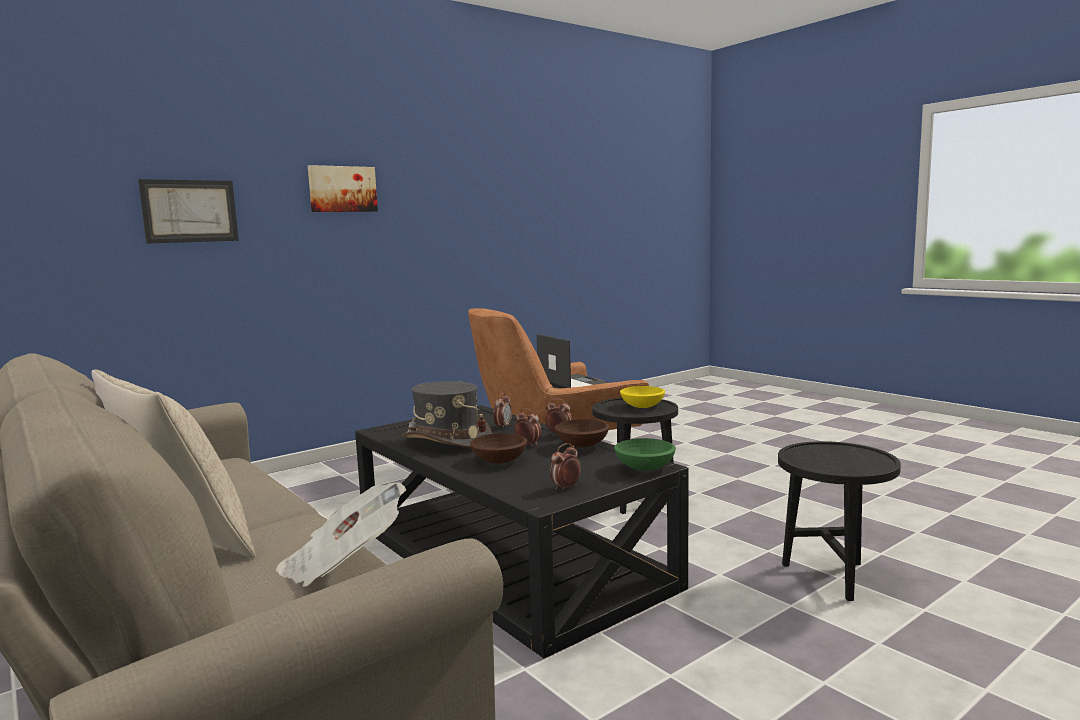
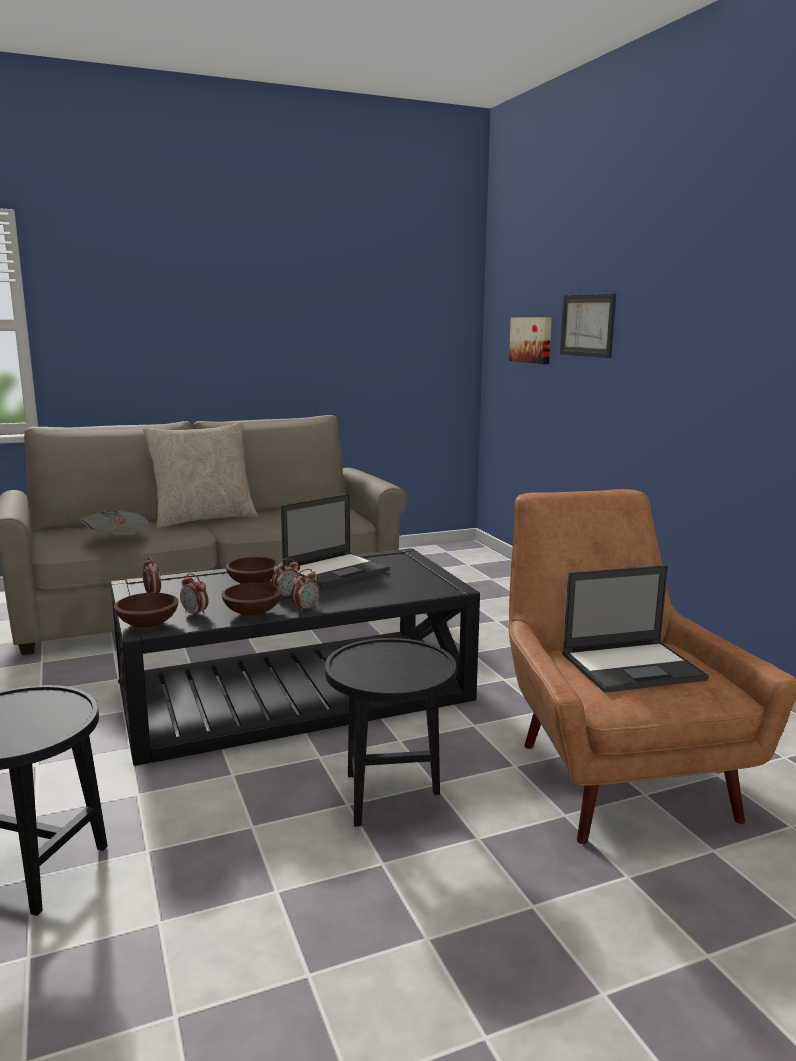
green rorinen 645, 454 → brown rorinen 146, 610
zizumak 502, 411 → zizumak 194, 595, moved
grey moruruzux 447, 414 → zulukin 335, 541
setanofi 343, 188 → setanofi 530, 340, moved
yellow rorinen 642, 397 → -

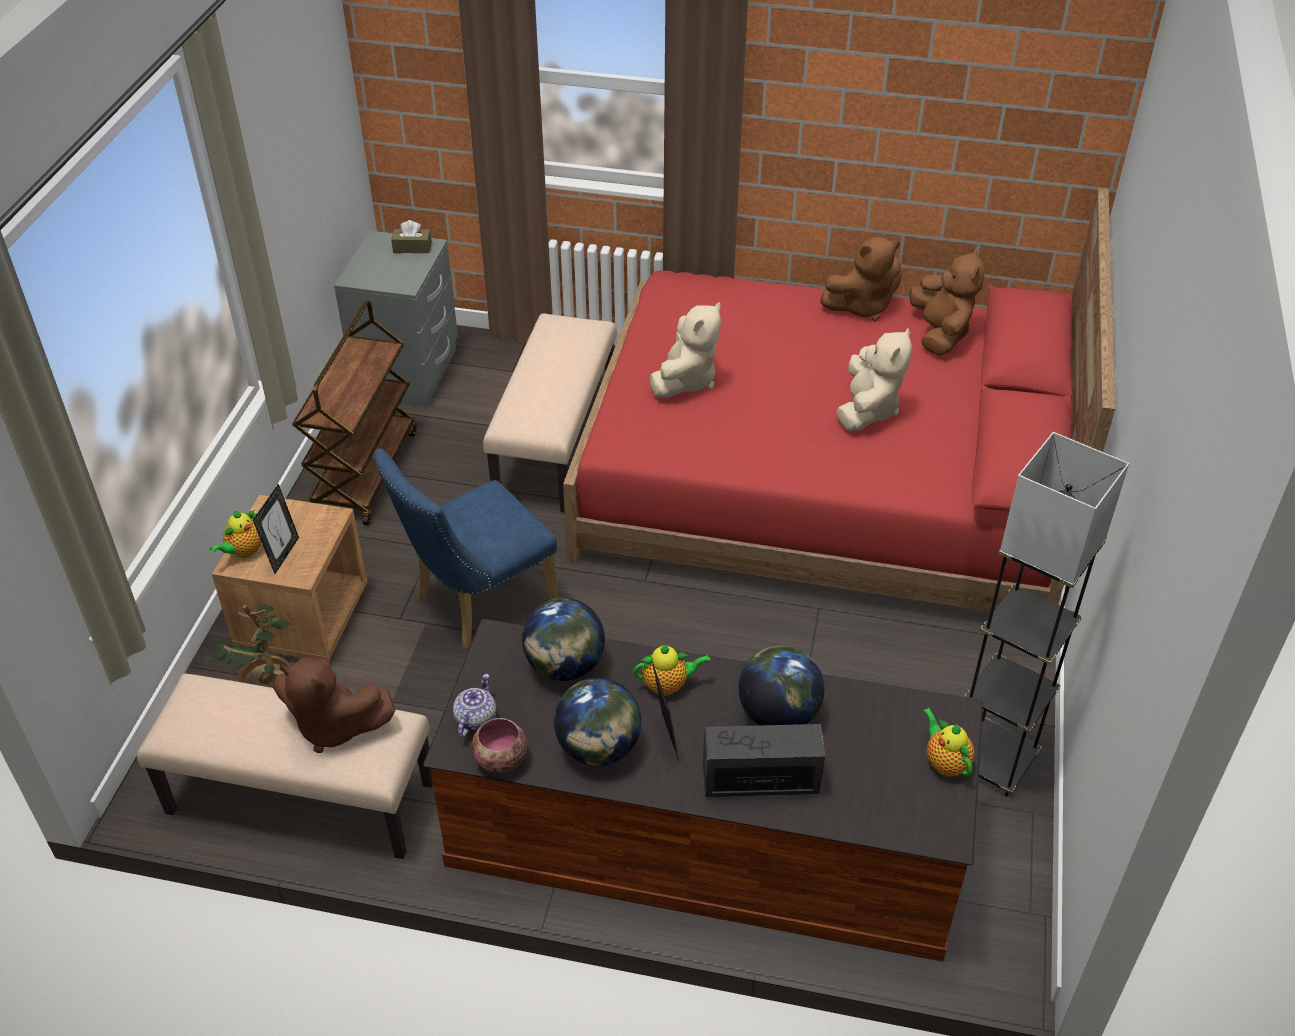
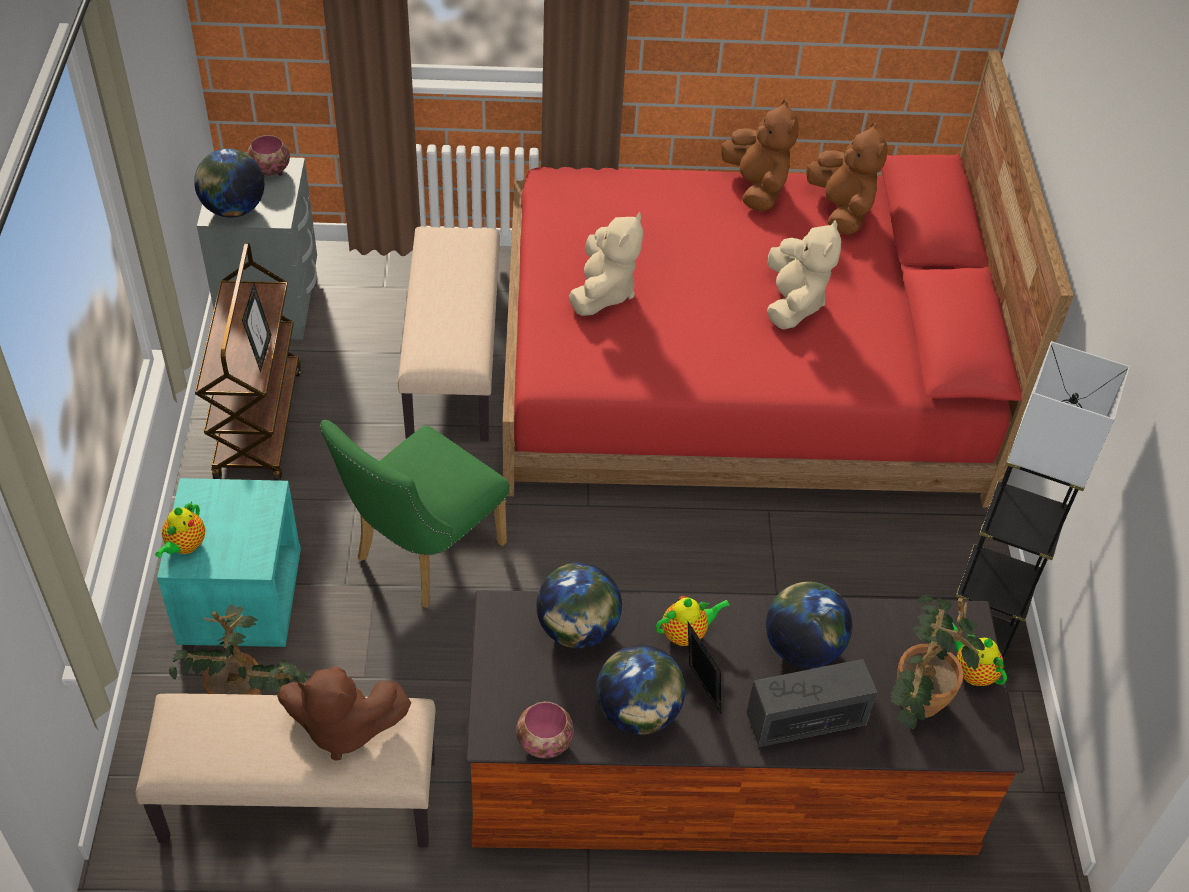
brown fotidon 290, 578 → turquoise fotidon 229, 562
- → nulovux 229, 183
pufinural 276, 529 → pufinural 256, 327, moved
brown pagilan 411, 236 → rorinen 268, 155
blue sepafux 466, 548 → green sepafux 414, 514
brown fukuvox 861, 279 → brown fukuvox 760, 156, 75 degrees counterclockwise
- → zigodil 937, 662
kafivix 474, 705 → -

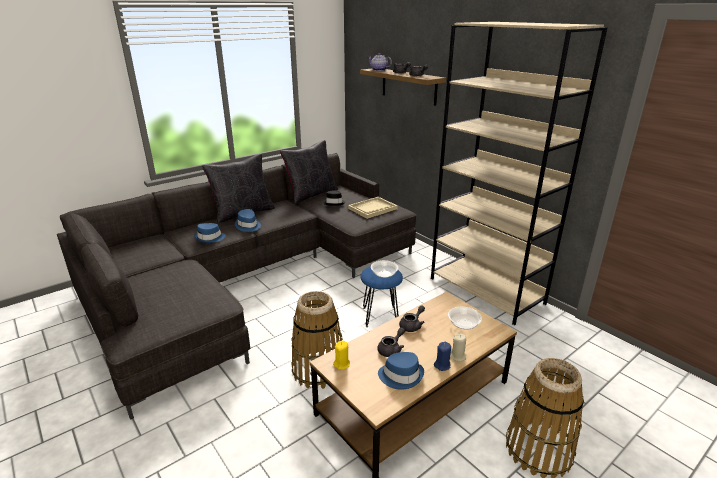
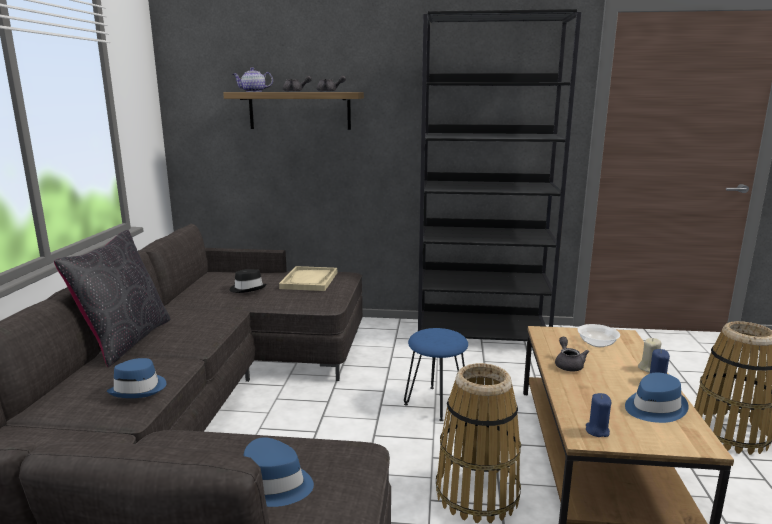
blue moruruzux 248, 220 → blue moruruzux 278, 472, moved
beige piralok 519, 173 → black piralok 499, 175
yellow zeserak 341, 355 → blue zeserak 598, 415
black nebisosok 309, 172 → -
rorinen 384, 269 → -
grey kafivix 391, 342 → -

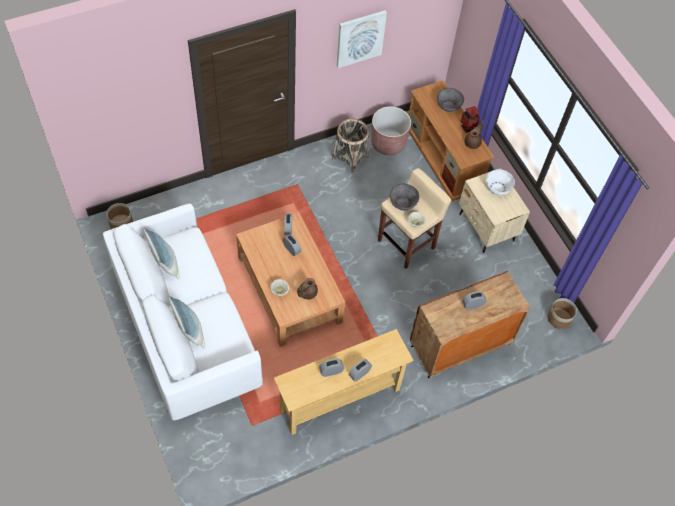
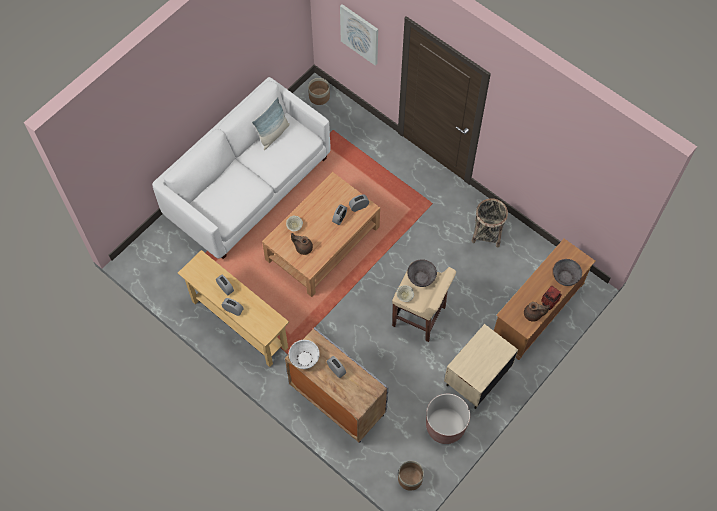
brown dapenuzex 470, 324 → grey dapenuzex 337, 385
white rorinen 500, 182 → white rorinen 304, 354, moved
setanofi 362, 39 → setanofi 359, 35, moved
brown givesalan 391, 130 → brown givesalan 448, 419, moved
nebisosok 187, 321 → -

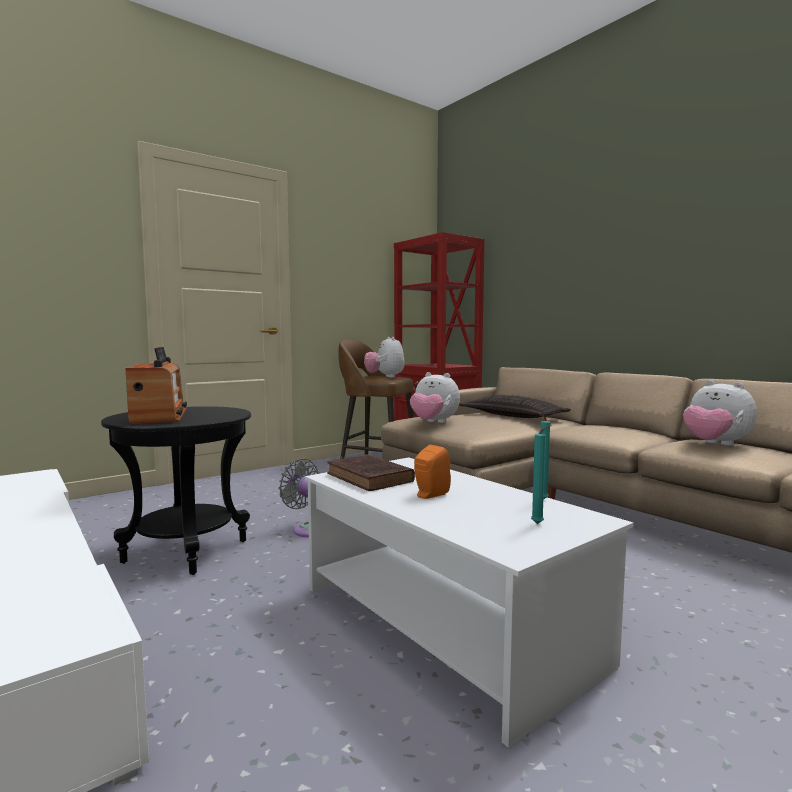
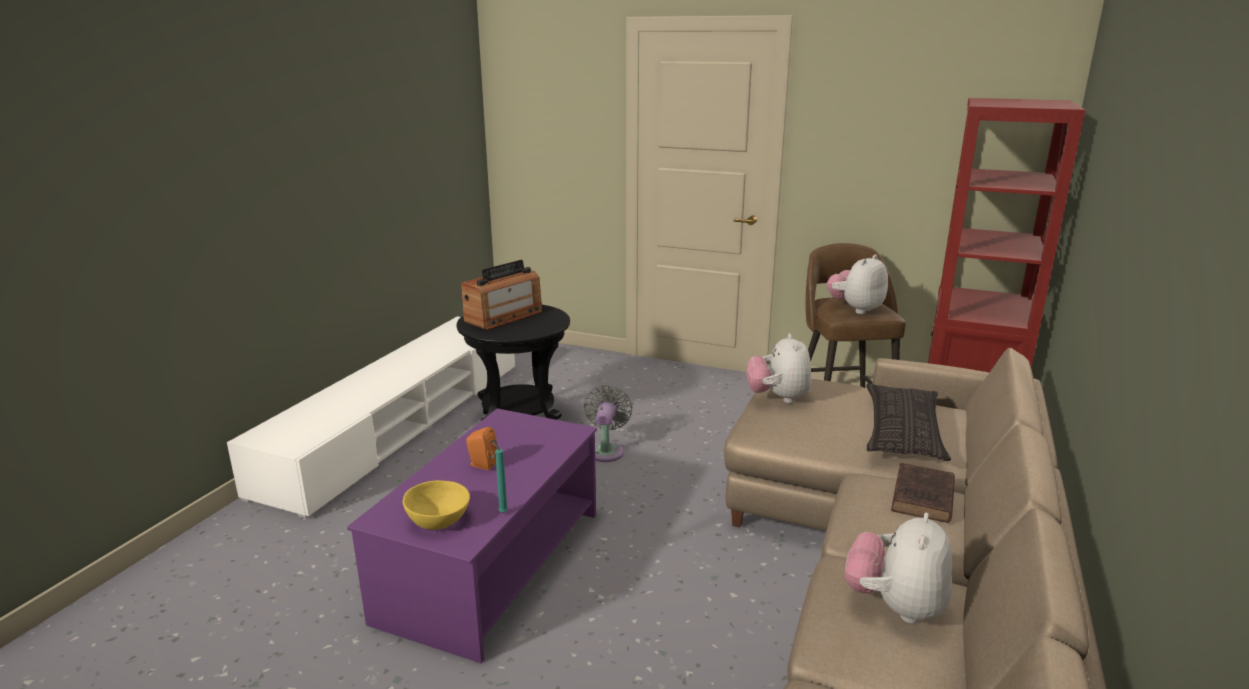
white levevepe 469, 602 → purple levevepe 472, 535
turquoise zeserak 541, 474 → yellow rorinen 436, 505
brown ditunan 371, 473 → brown ditunan 923, 493, moved

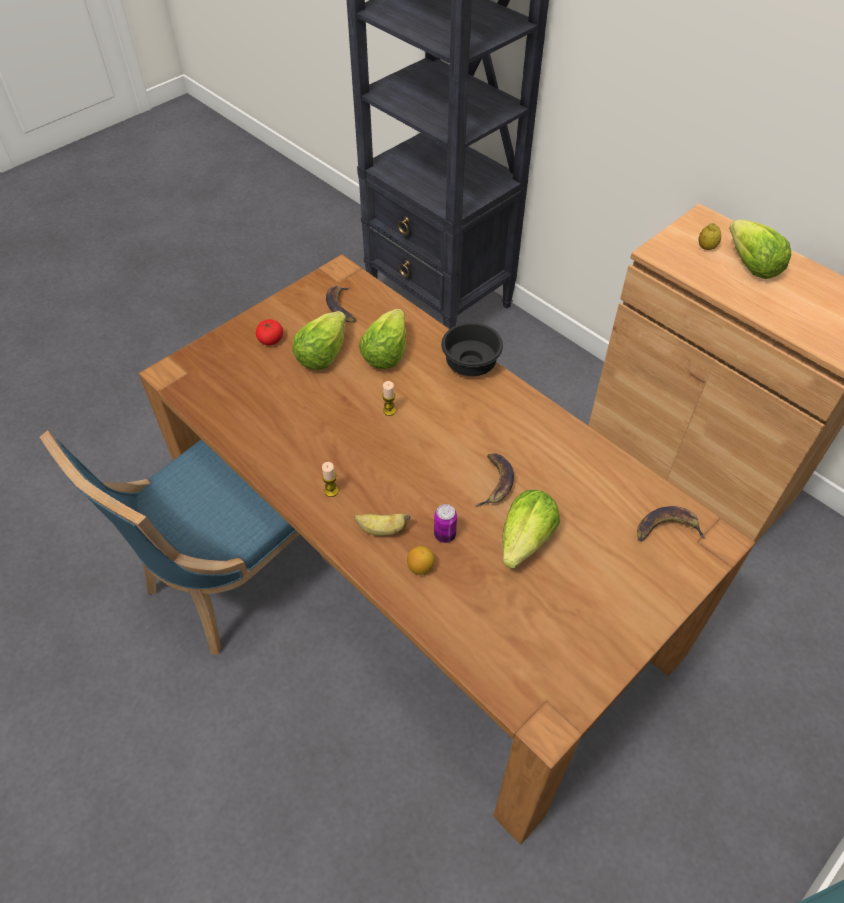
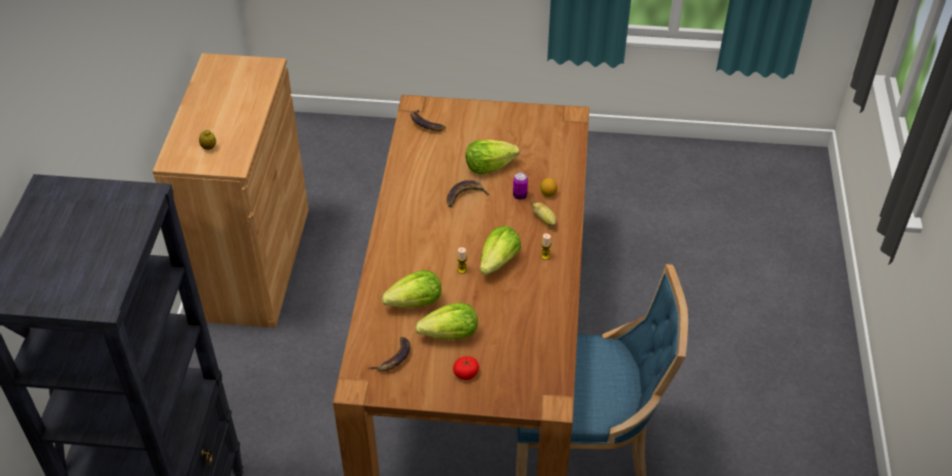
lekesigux 760, 249 → lekesigux 500, 250, moved
black rorinen 472, 349 → -

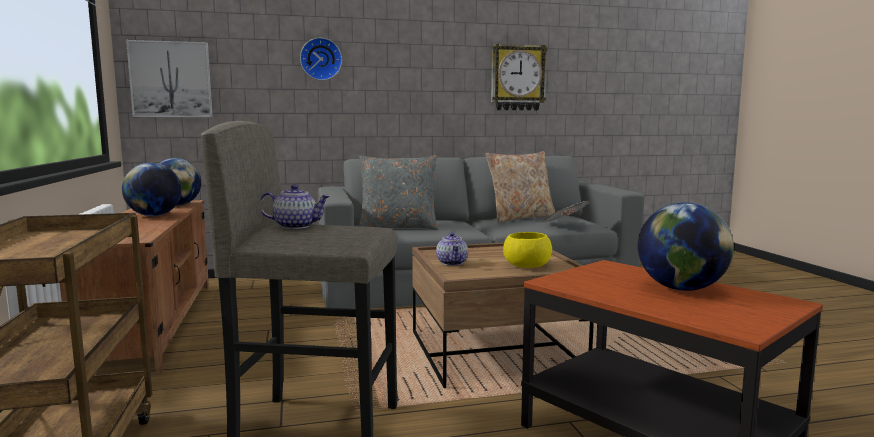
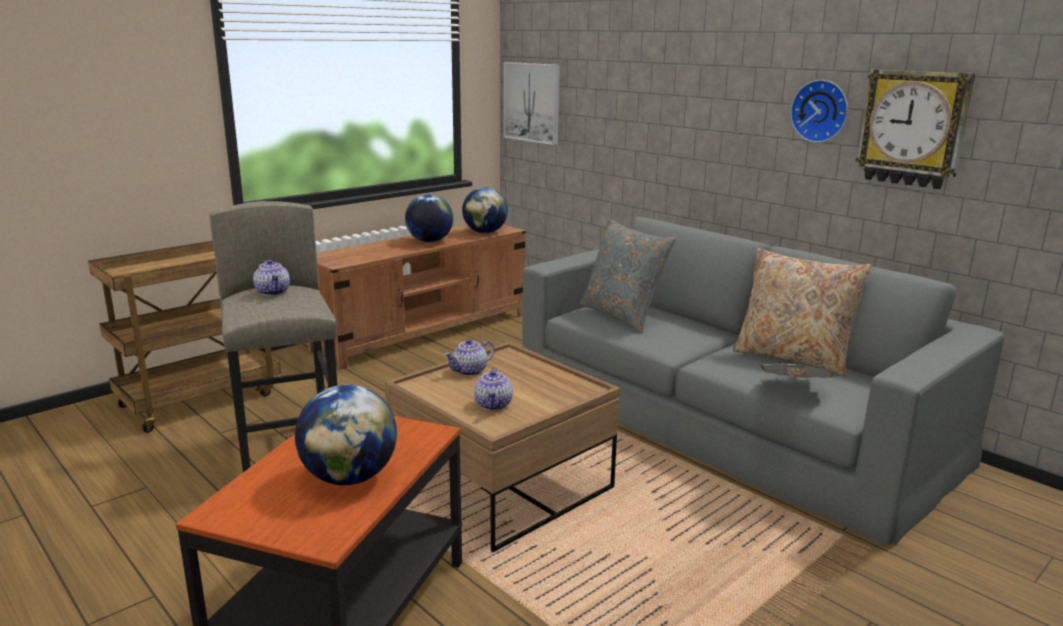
yellow rorinen 527, 250 → kafivix 493, 388
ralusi 321, 59 → ralusi 819, 111, moved

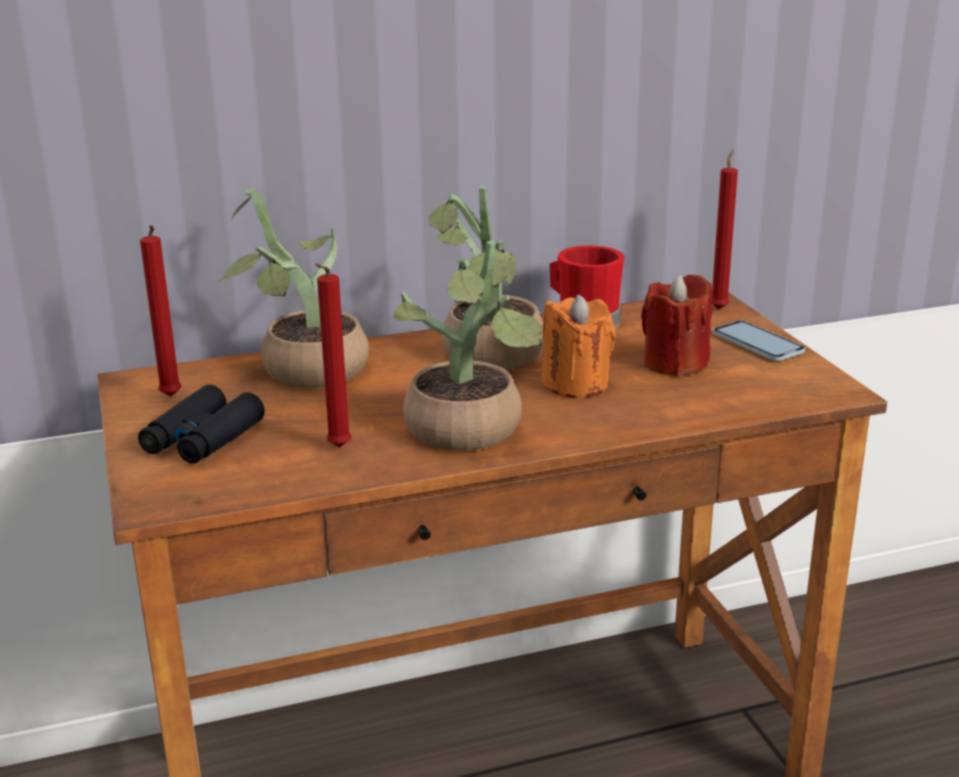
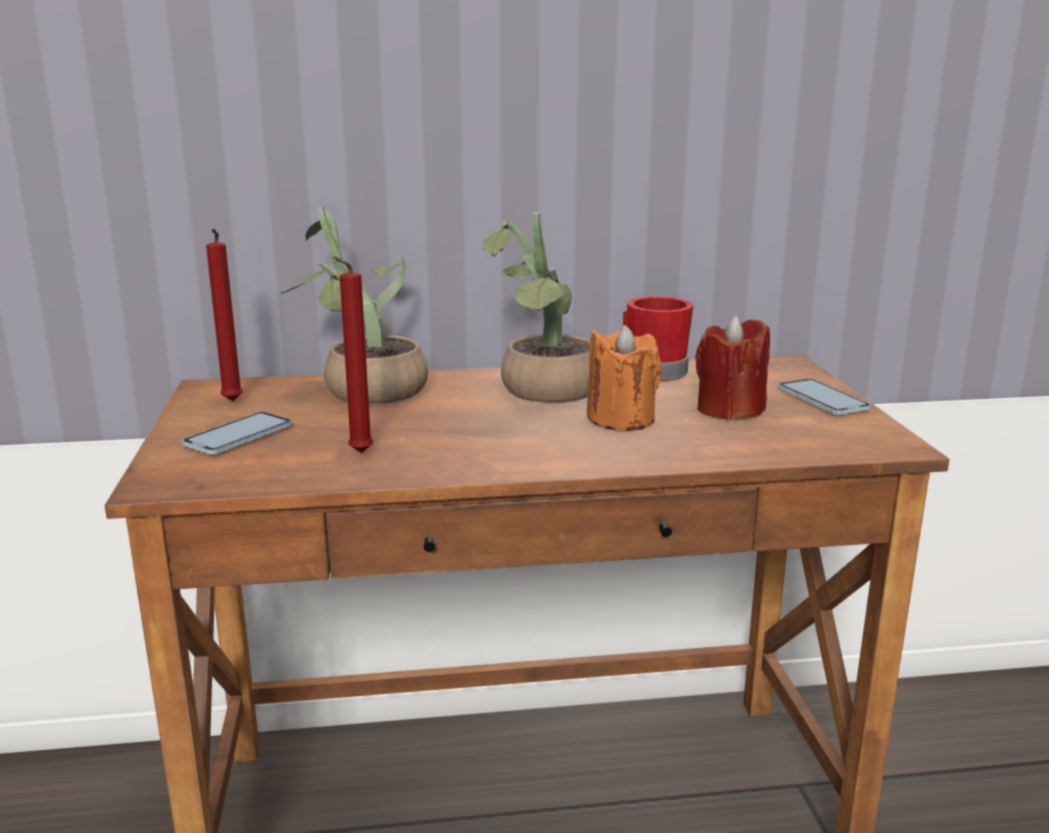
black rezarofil 201, 424 → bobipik 237, 433
zigodil 467, 345 → -
red zeserak 725, 229 → -

